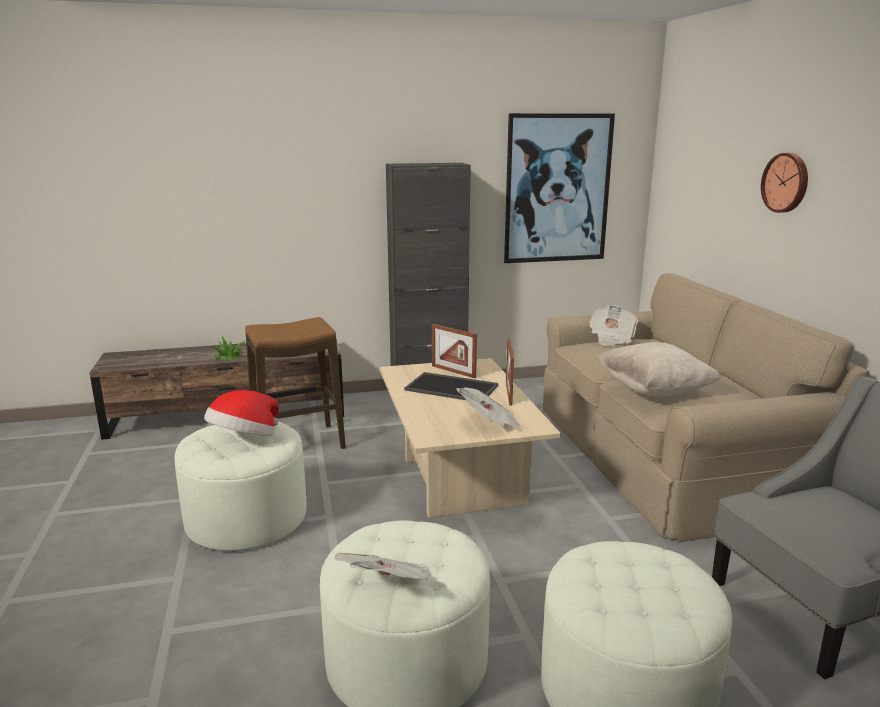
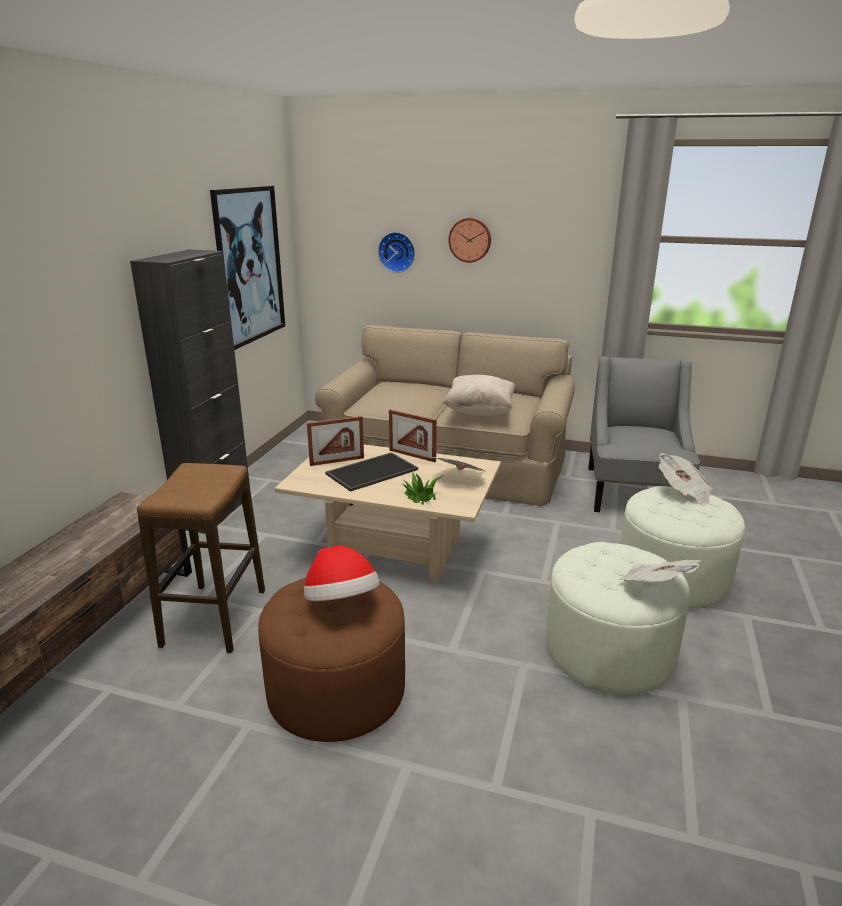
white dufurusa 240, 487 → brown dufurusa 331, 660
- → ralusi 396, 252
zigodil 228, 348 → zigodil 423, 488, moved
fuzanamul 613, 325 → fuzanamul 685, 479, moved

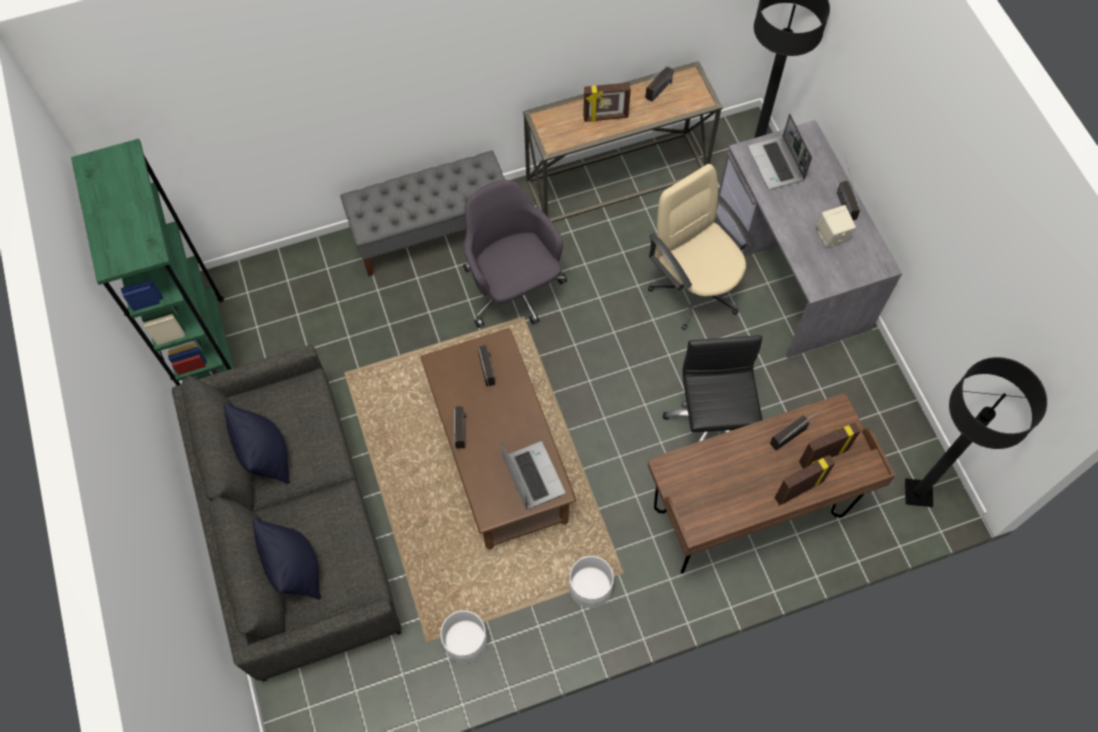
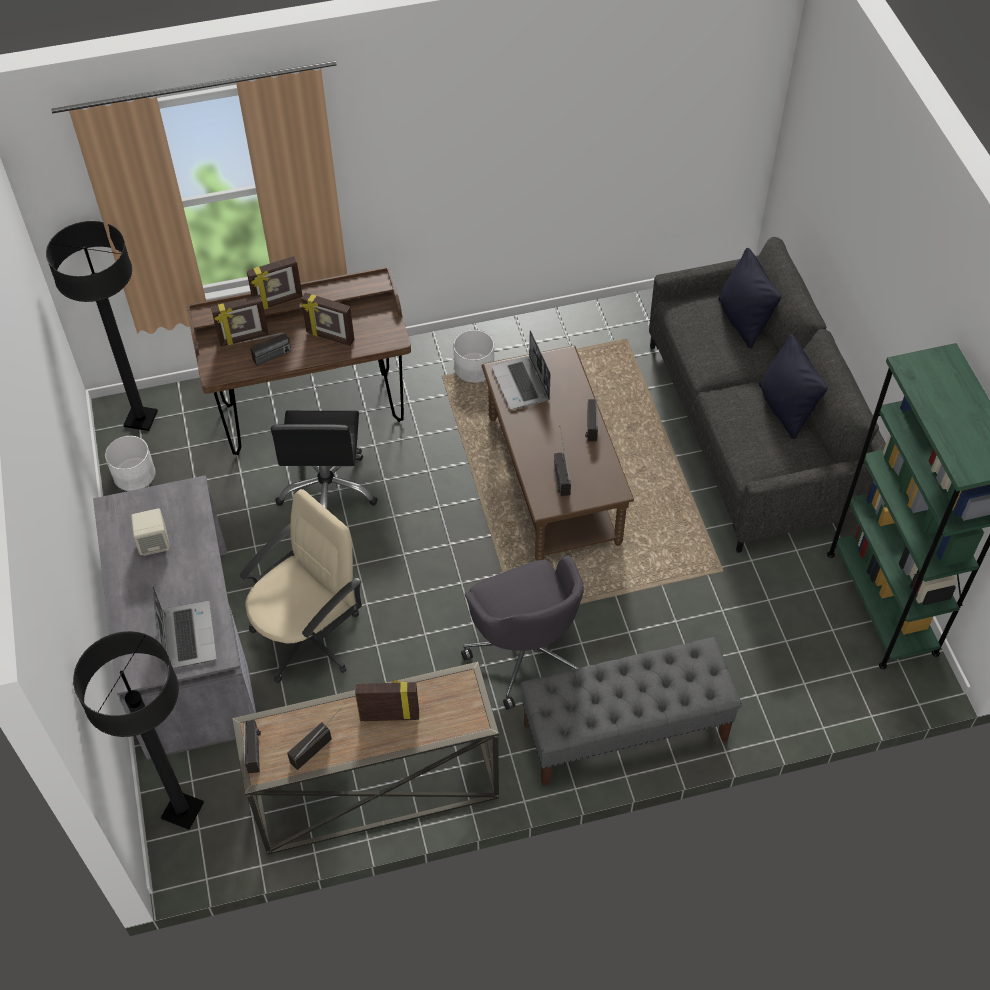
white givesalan 463, 636 → white givesalan 130, 463, moved
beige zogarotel 701, 247 → beige zogarotel 301, 586, 105 degrees counterclockwise
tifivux 848, 188 → tifivux 252, 749, moved
- → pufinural 327, 319

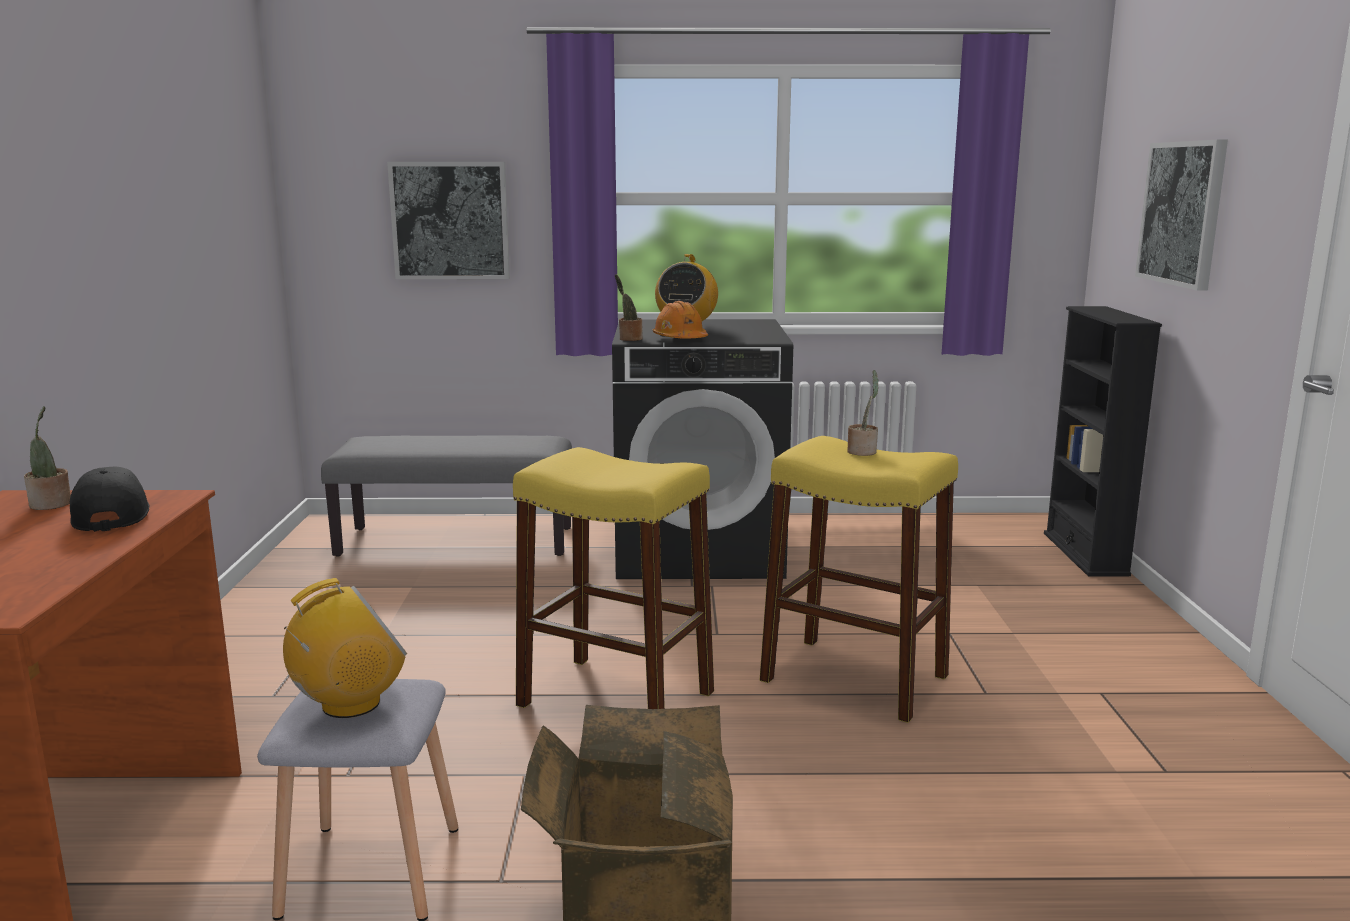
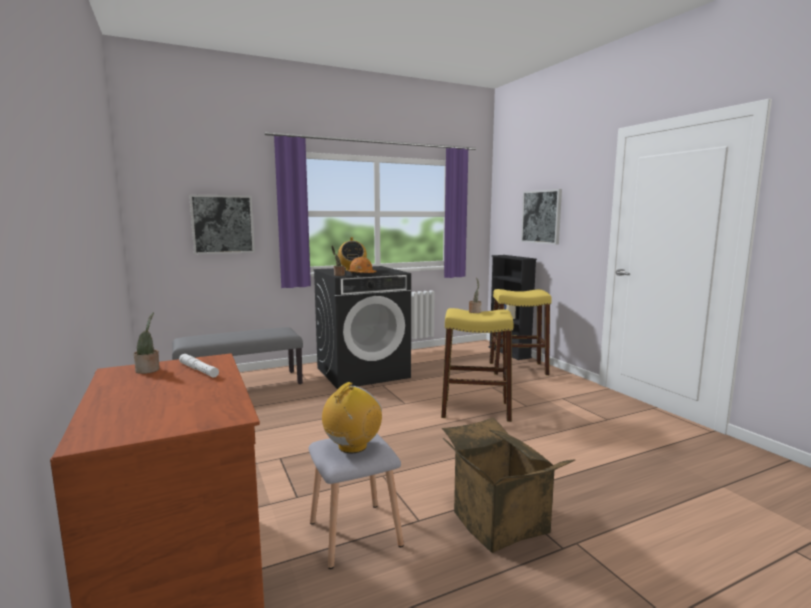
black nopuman 109, 499 → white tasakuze 199, 366
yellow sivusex 613, 578 → yellow sivusex 520, 332, moved

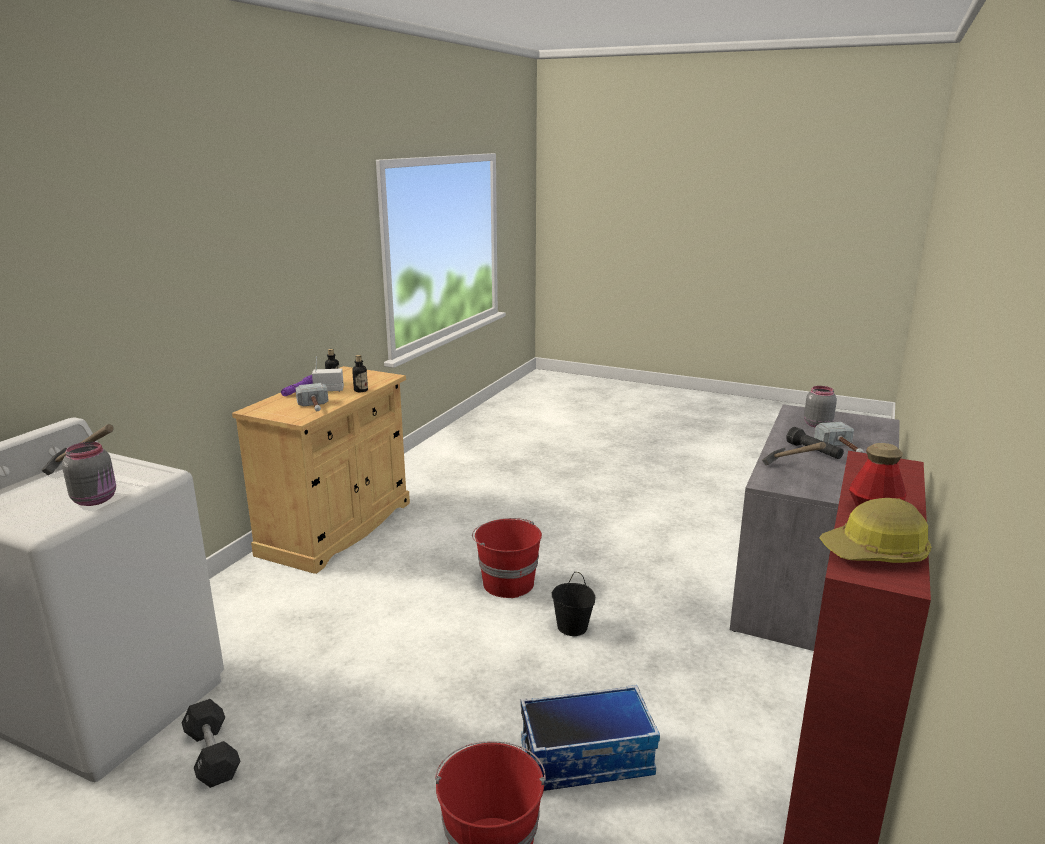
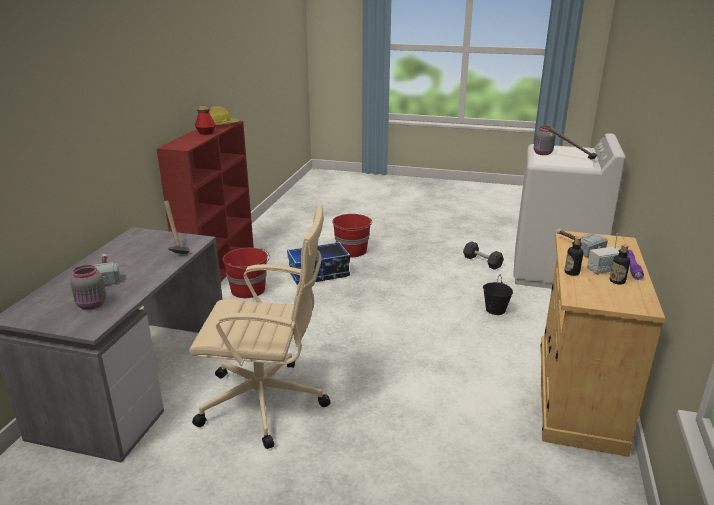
- → beige zogarotel 260, 327
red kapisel 507, 558 → red kapisel 246, 273, moved
black kapisel 573, 604 → black kapisel 498, 294, moved
black tasakuze 815, 443 → -

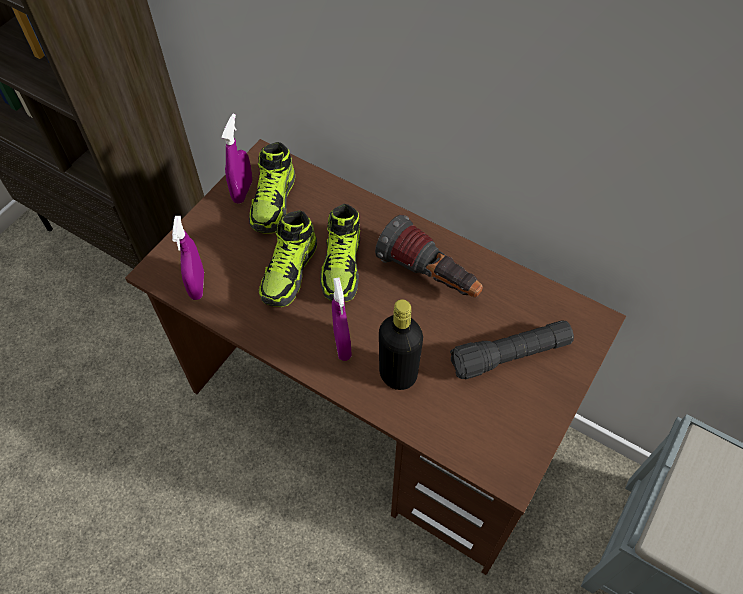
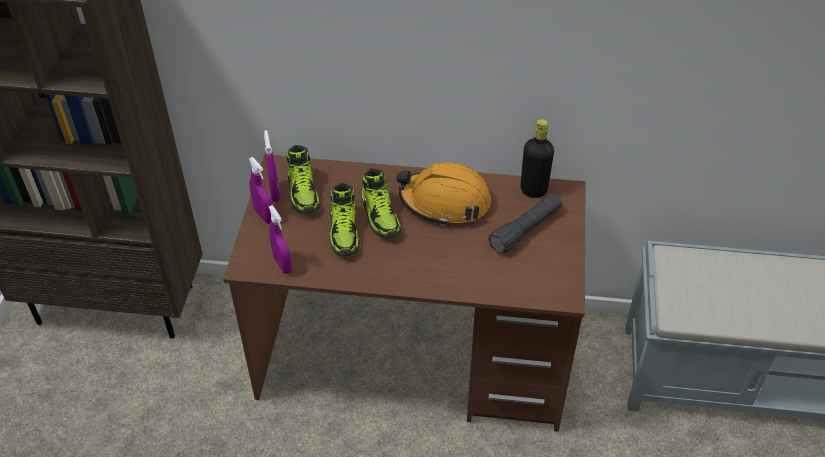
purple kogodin 342, 319 → purple kogodin 261, 190, moved
tasakuze 429, 256 → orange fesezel 443, 194
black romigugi 401, 344 → black romigugi 537, 158, moved

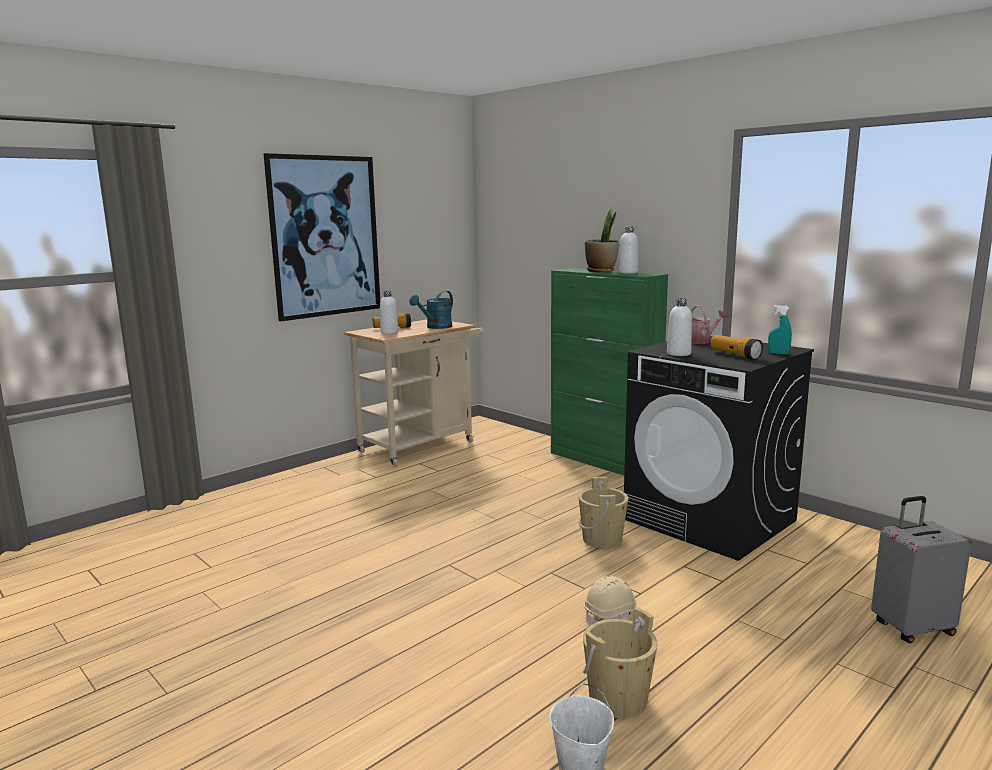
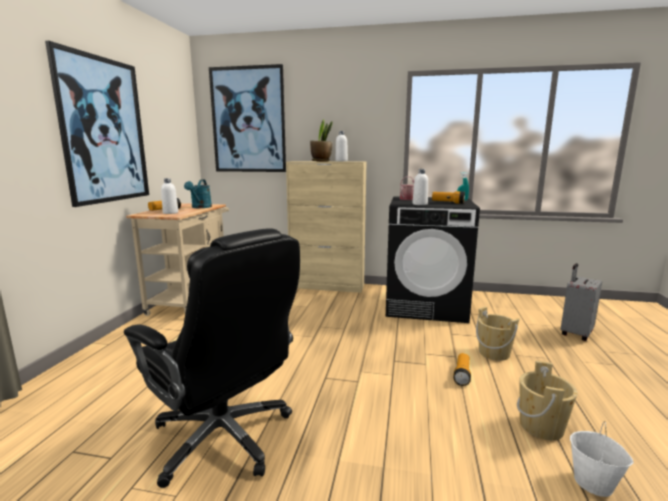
- → black zogarotel 212, 358
- → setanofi 247, 118
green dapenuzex 609, 372 → beige dapenuzex 326, 227
beige fesezel 610, 600 → tasakuze 462, 369
beige kapisel 603, 512 → beige kapisel 498, 334, moved

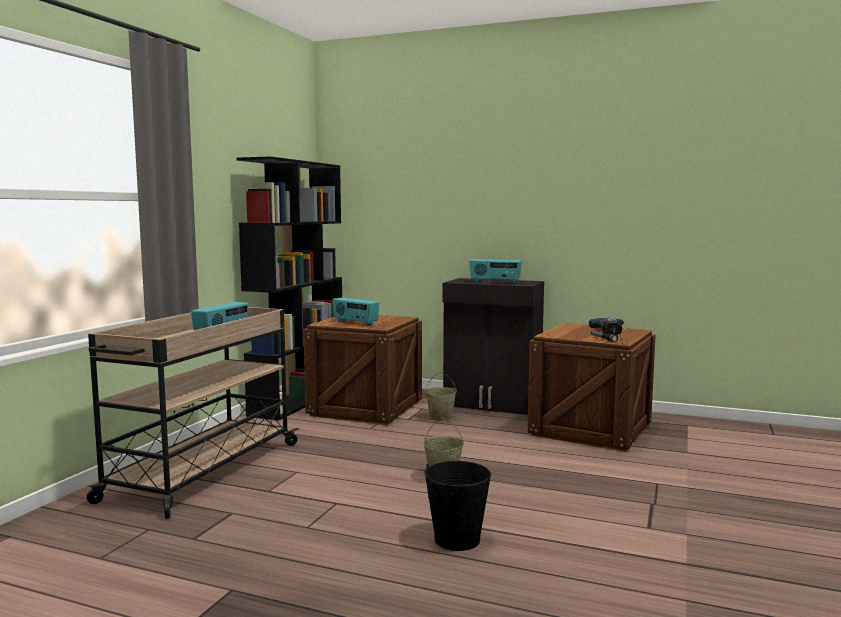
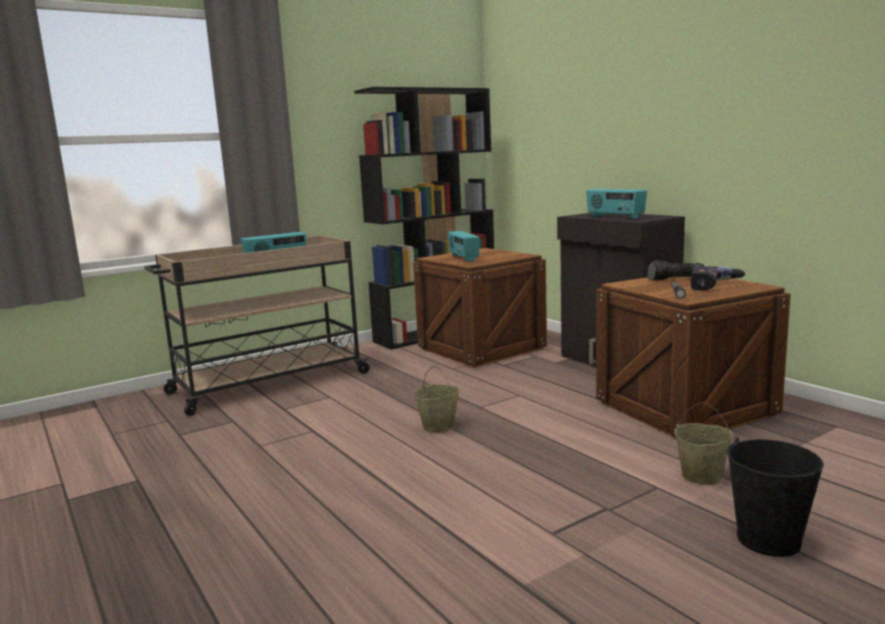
- → tasakuze 675, 270
beige kapisel 441, 396 → beige kapisel 703, 443, moved
black kapisel 457, 506 → black kapisel 775, 497, moved

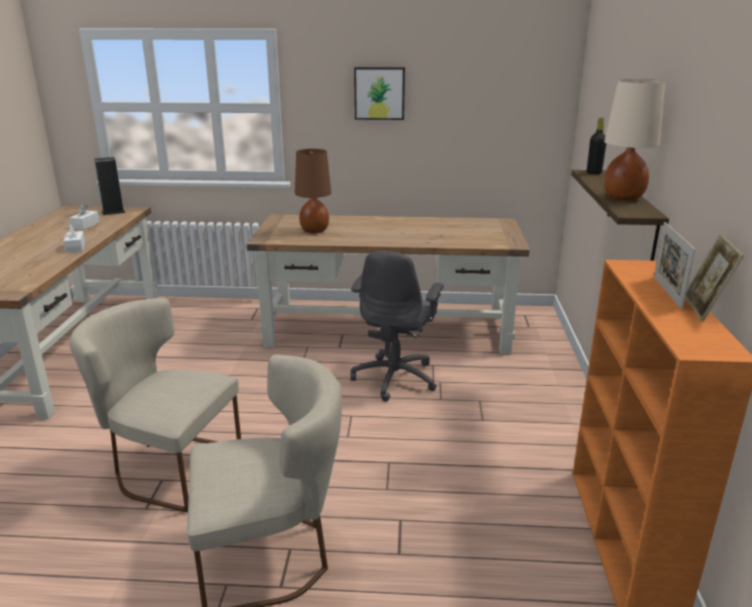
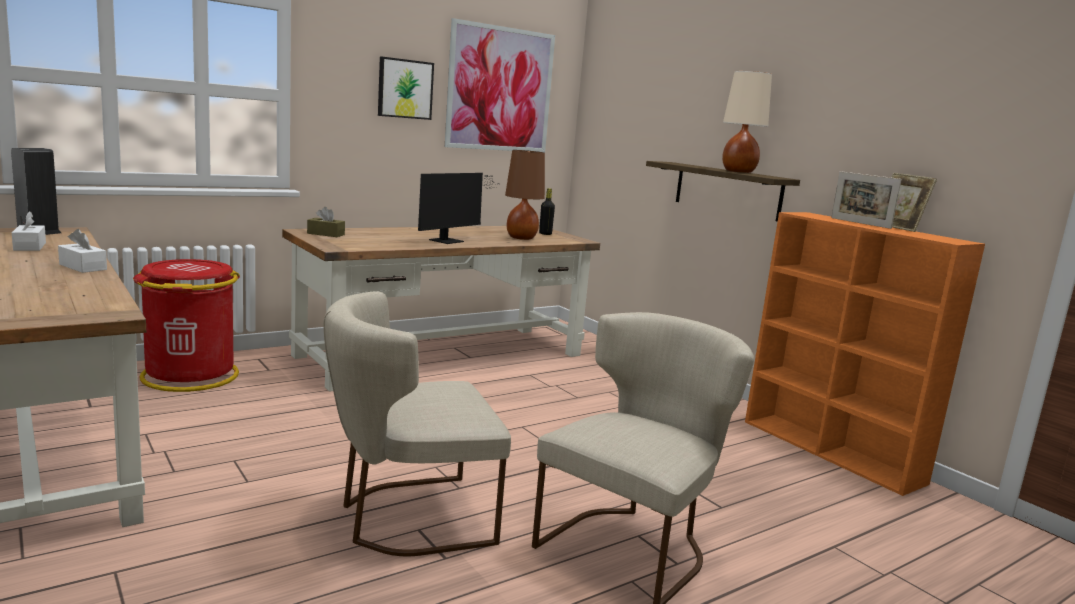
- → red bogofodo 186, 325
- → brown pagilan 326, 222
- → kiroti 457, 208
- → setanofi 500, 85
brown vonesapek 313, 191 → brown vonesapek 525, 195, moved
black romigugi 596, 146 → black romigugi 547, 211, moved
grey zogarotel 397, 326 → -

